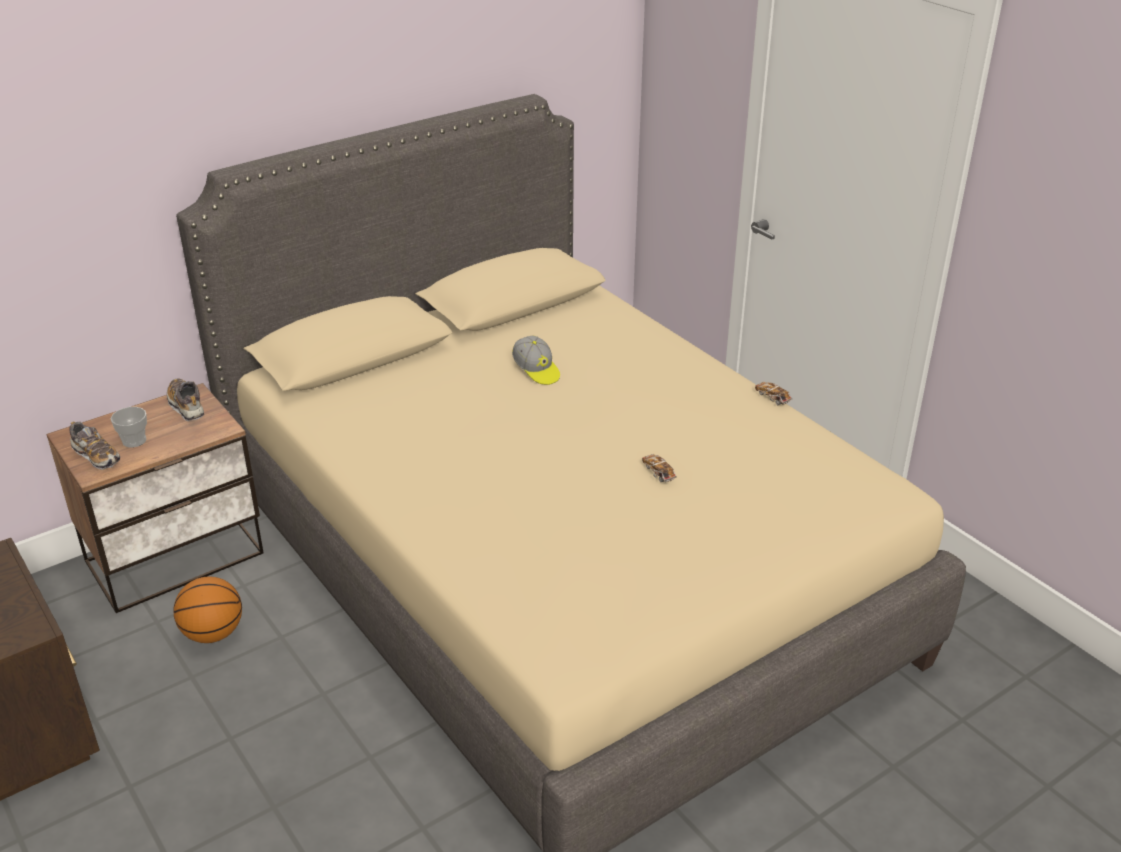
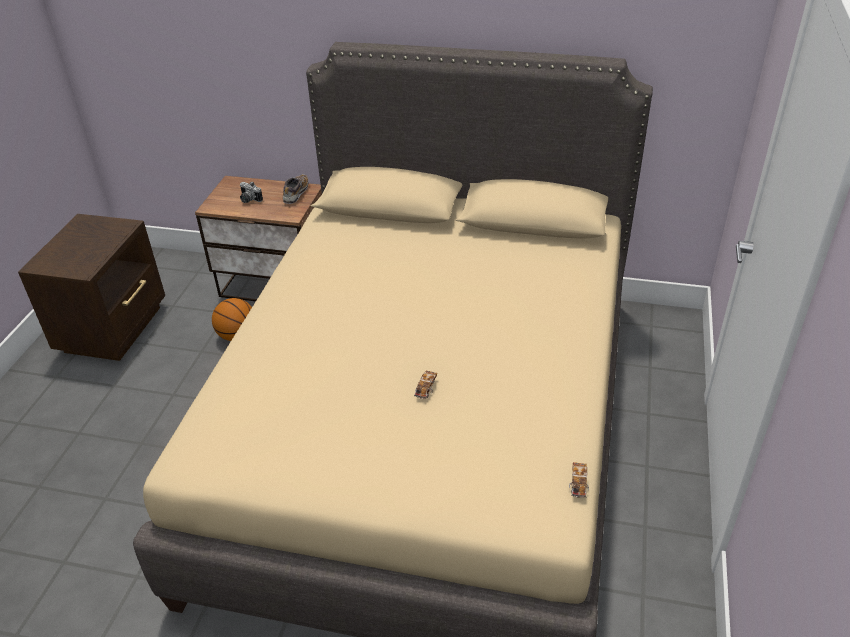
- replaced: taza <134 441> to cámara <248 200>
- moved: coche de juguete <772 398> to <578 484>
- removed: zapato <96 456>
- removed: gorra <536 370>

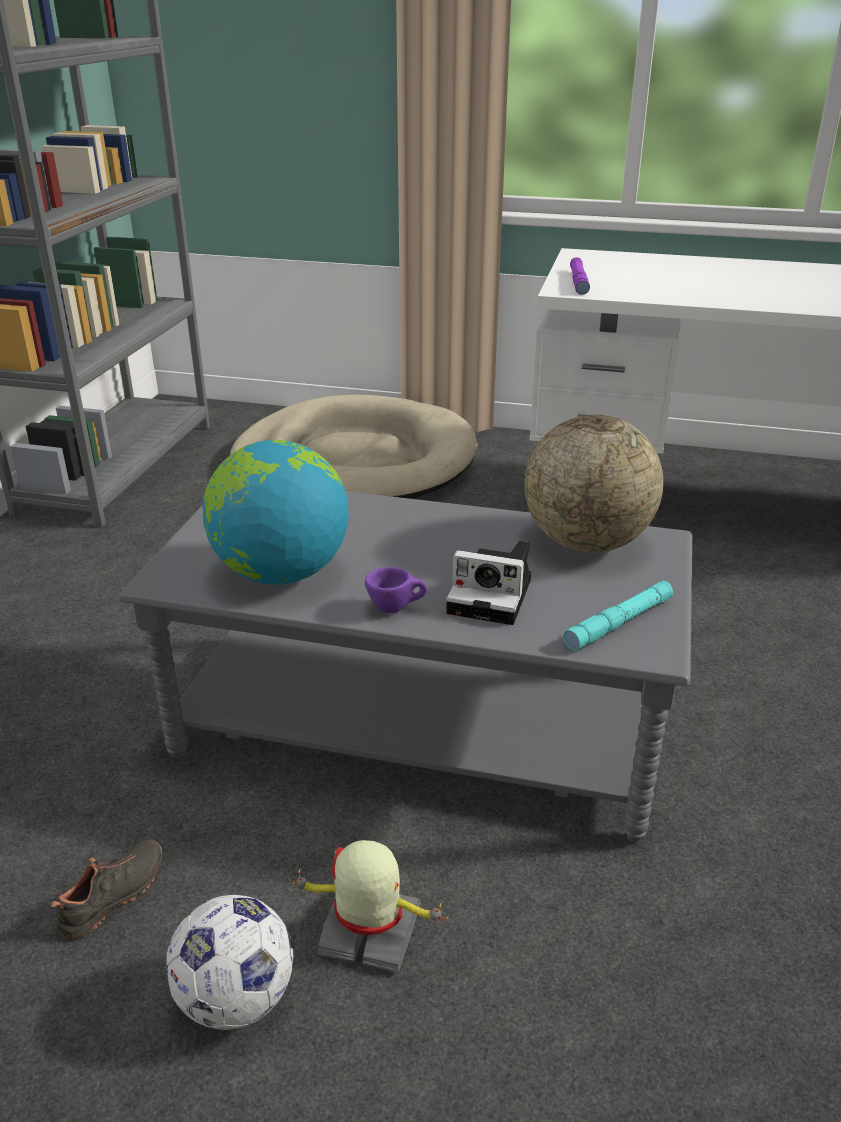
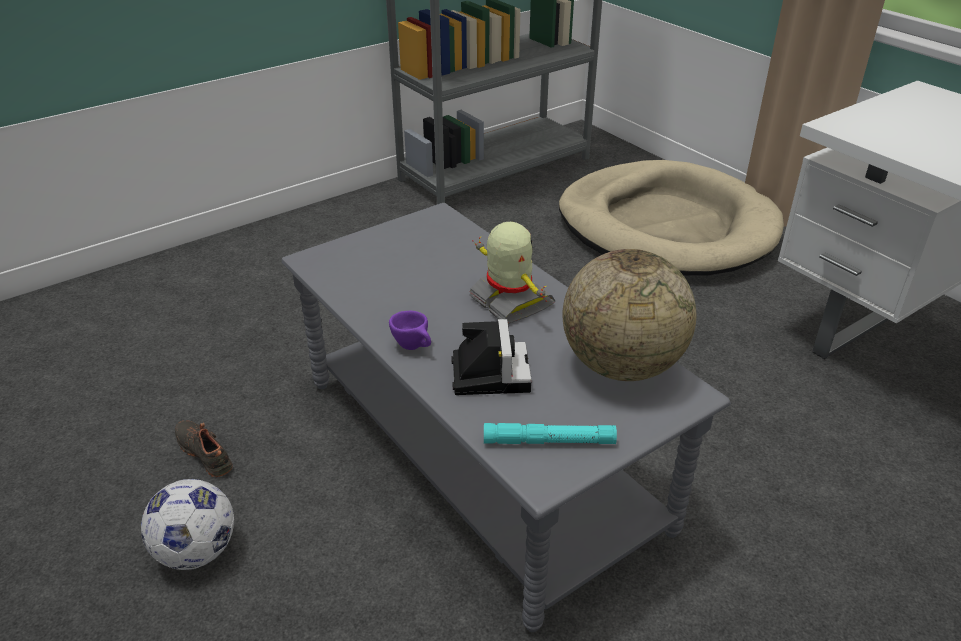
- turned: zapato (negro) <115 897> = <206 452> 120 degrees counterclockwise
- turned: cámara <493 596> = <489 372> 150 degrees counterclockwise
- moved: robot de juguete <370 933> to <510 302>
- removed: globo terráqueo <281 573>
- removed: linterna (morado) <578 282>

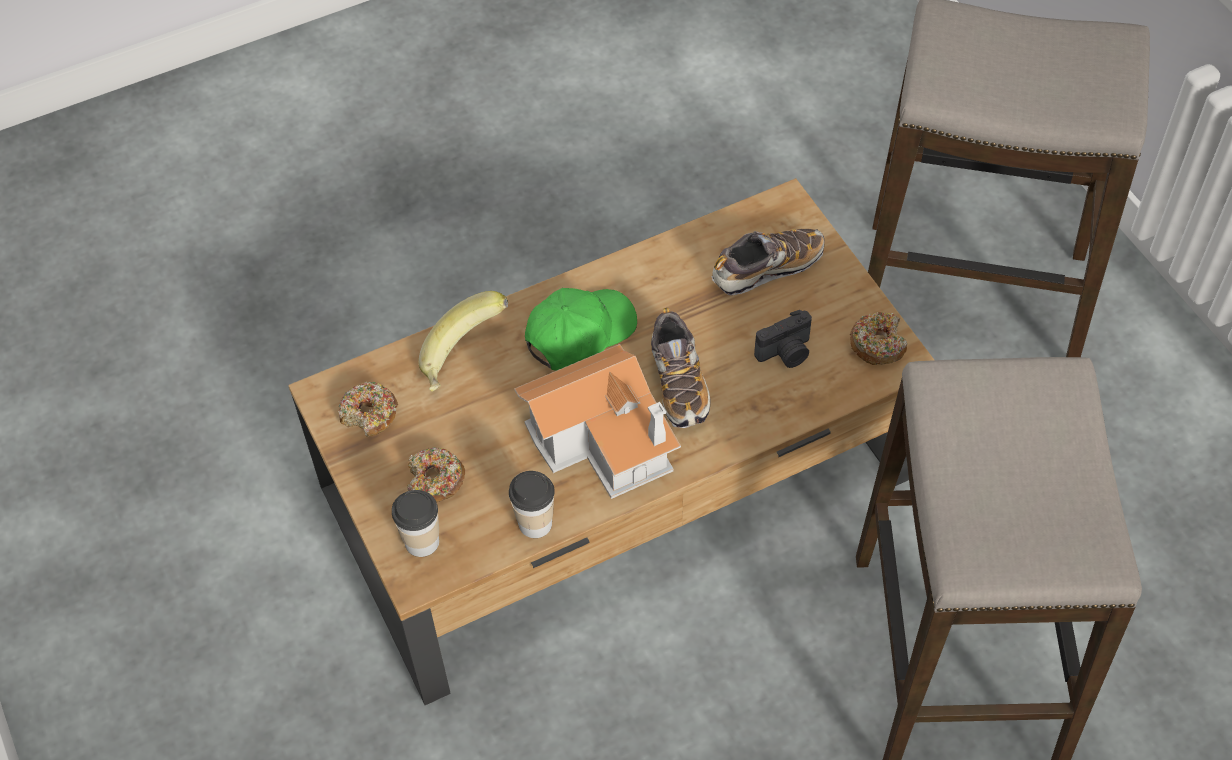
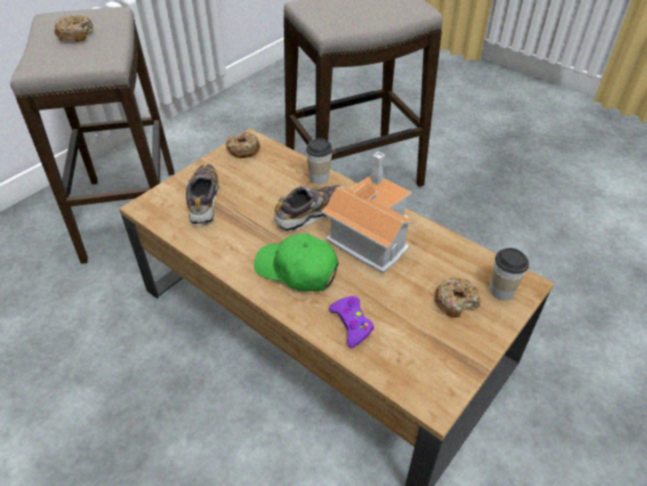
- moved: rosquilla <369 415> to <75 35>
- turned: zapato <766 269> = <204 201> 45 degrees clockwise
- moved: taza <535 523> to <319 178>
- replaced: plátano <465 359> to mando de consola (morado) <351 324>
- removed: cámara <786 353>

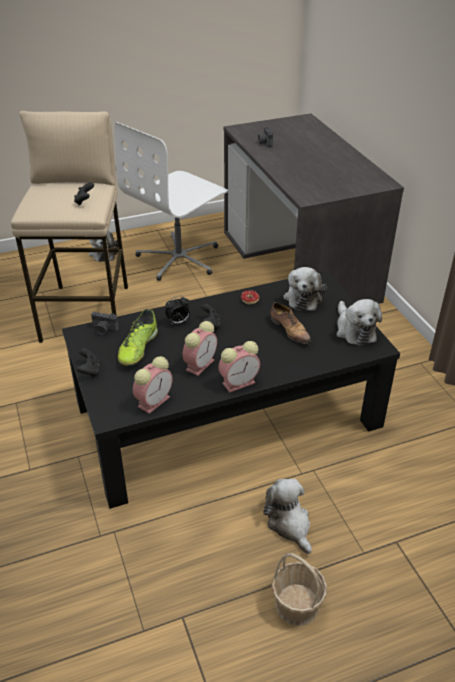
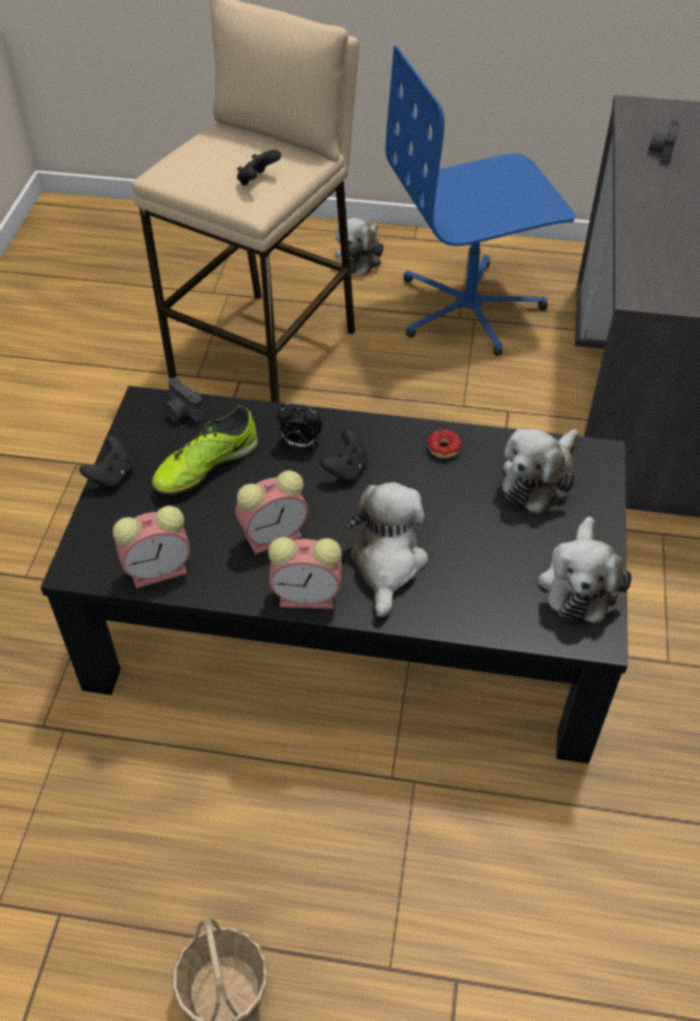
- moved: peluche <289 524> to <387 563>
- recoloured: silla de oficina (blanco) <180 258> to silla de oficina (azul) <469 309>
- removed: zapato <289 330>

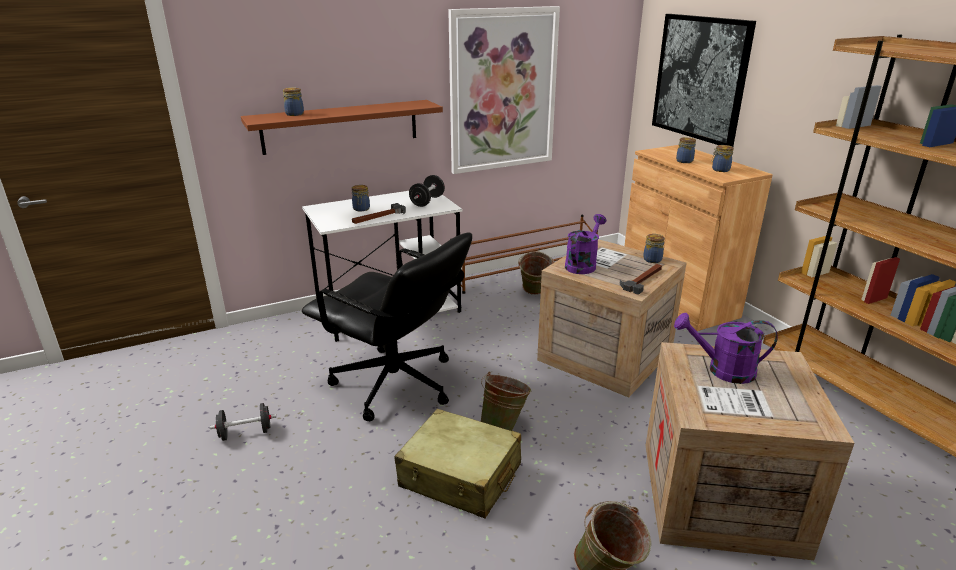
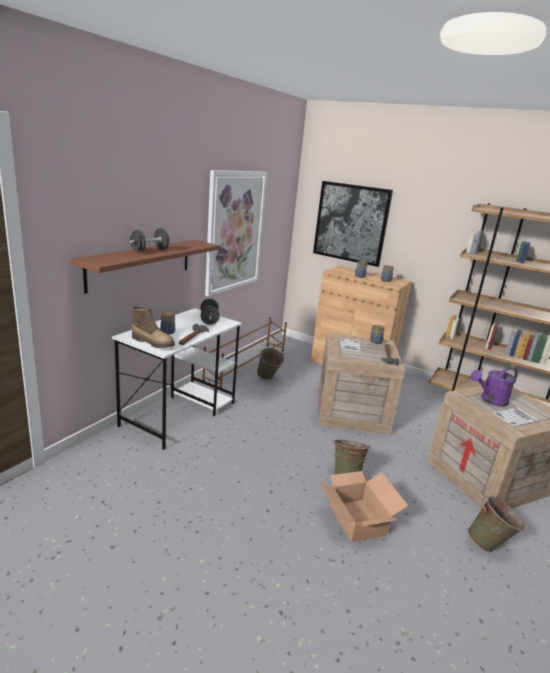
- moved: mancuerna (negro) <245 433> to <150 250>
- added: bota <153 343>
- replaced: maleta (beis) <460 476> to caja de cartón <357 519>
- removed: tarro <294 114>
- removed: silla de oficina (negro) <395 385>
- removed: regadera (morado) <582 264>

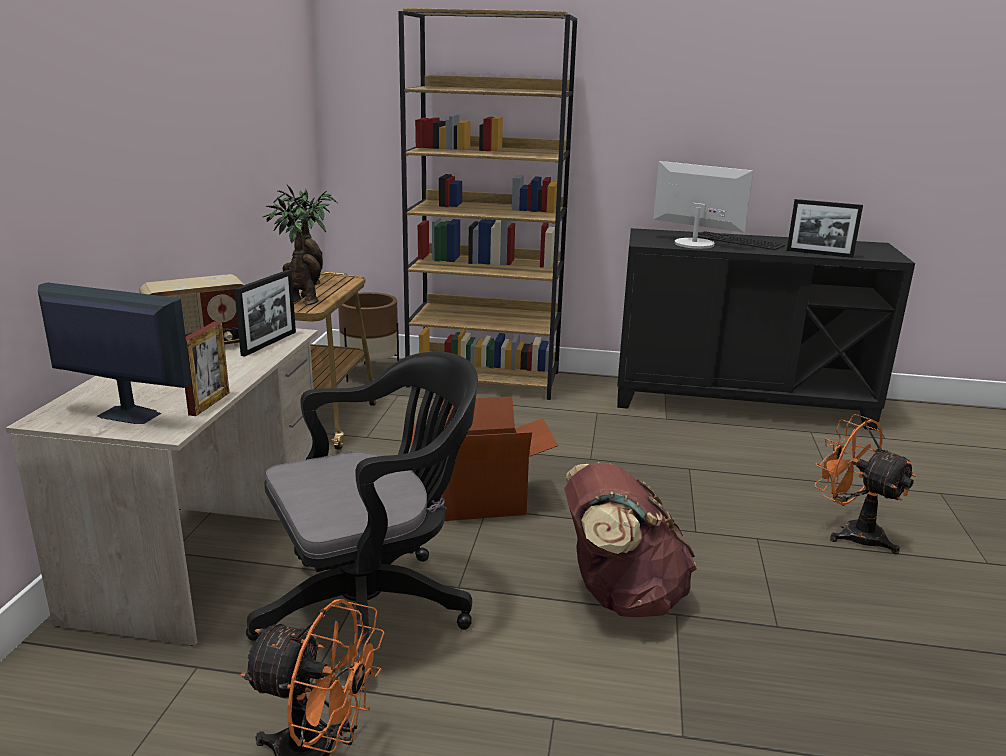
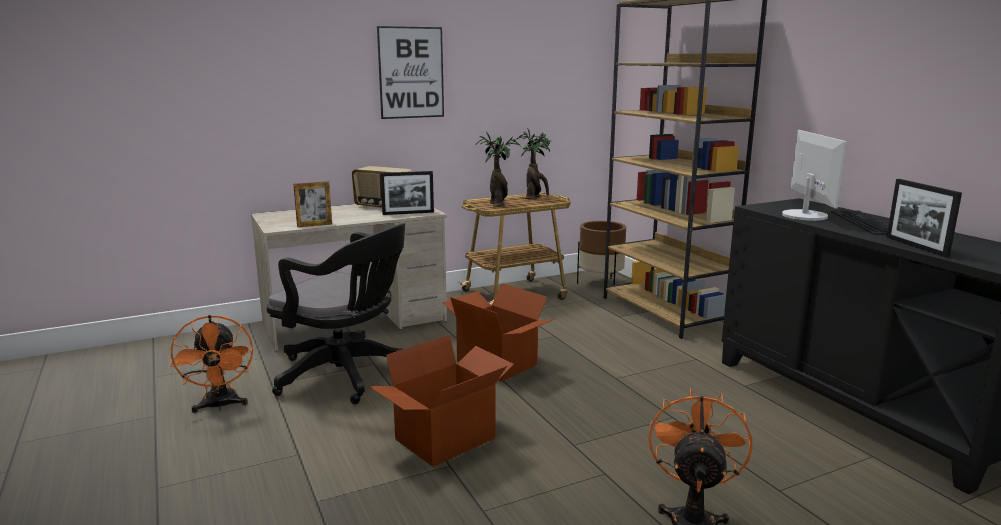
- replaced: mochila (marrón) <620 596> to caja de cartón <446 439>
- added: cuadro <411 73>
- removed: monitor <127 414>

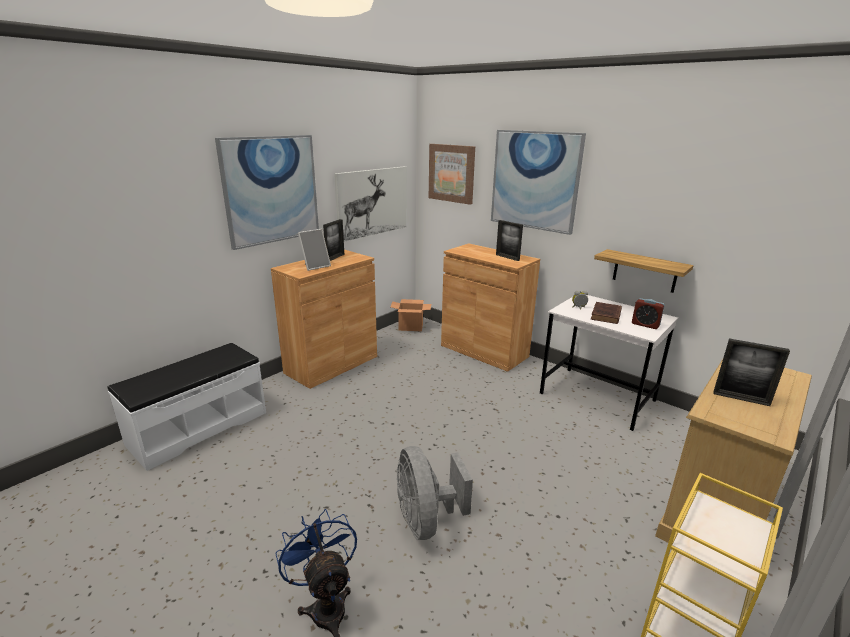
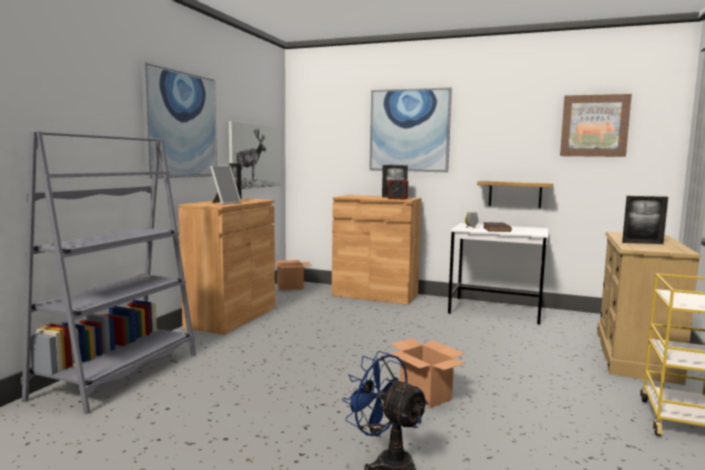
- replaced: banco (blanco) <198 428> to estantería (gris) <119 375>
- moved: despertador <645 325> to <397 199>
- replaced: ventilador (gris) <426 520> to caja de cartón <425 395>
- moved: cuadro <451 173> to <594 126>

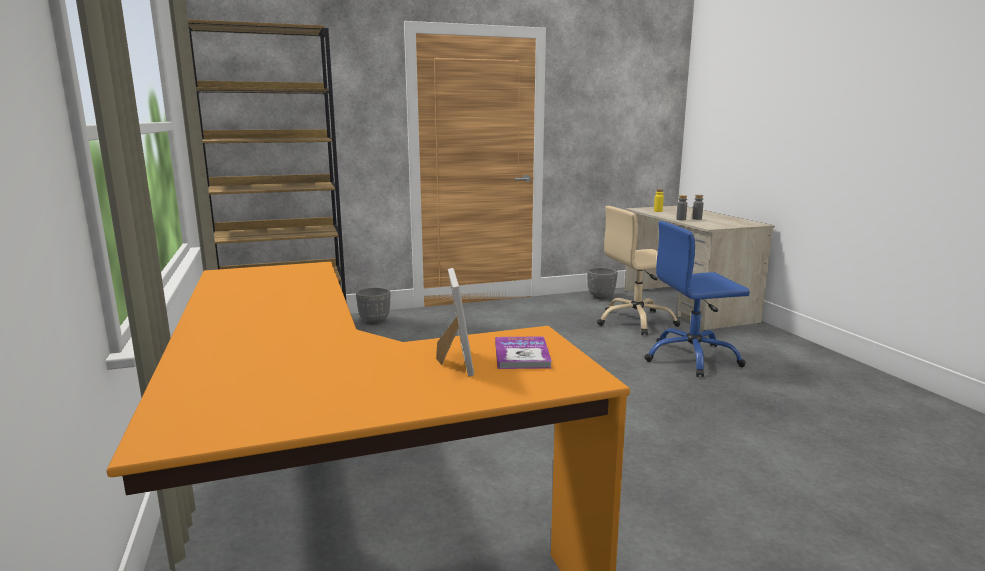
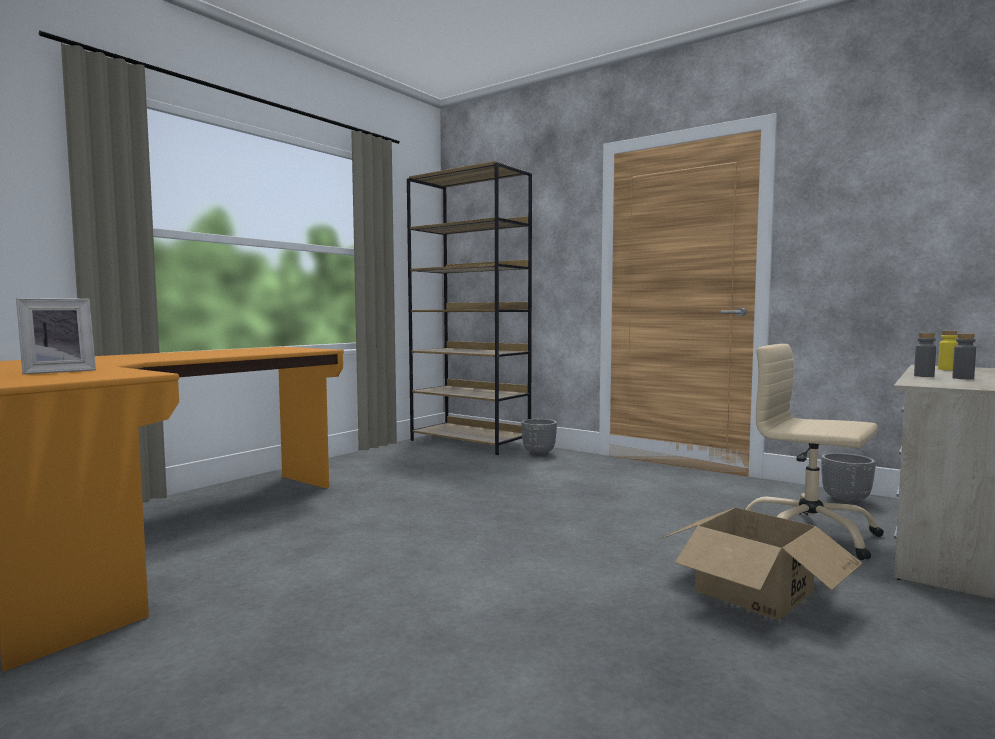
- replaced: silla de oficina (azul) <692 358> to caja de cartón <754 591>
- removed: libro <521 355>

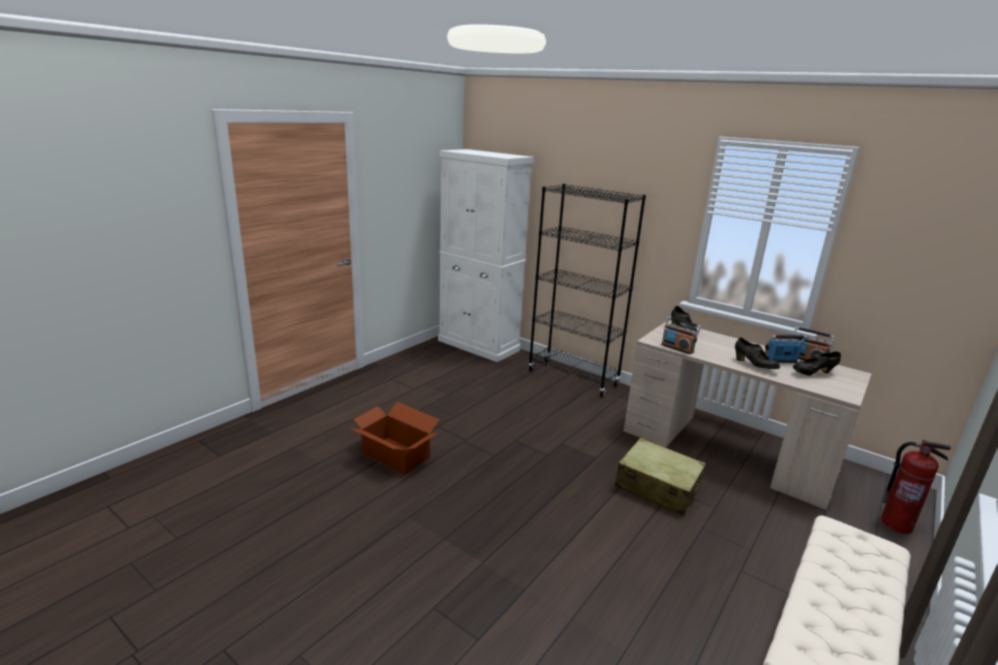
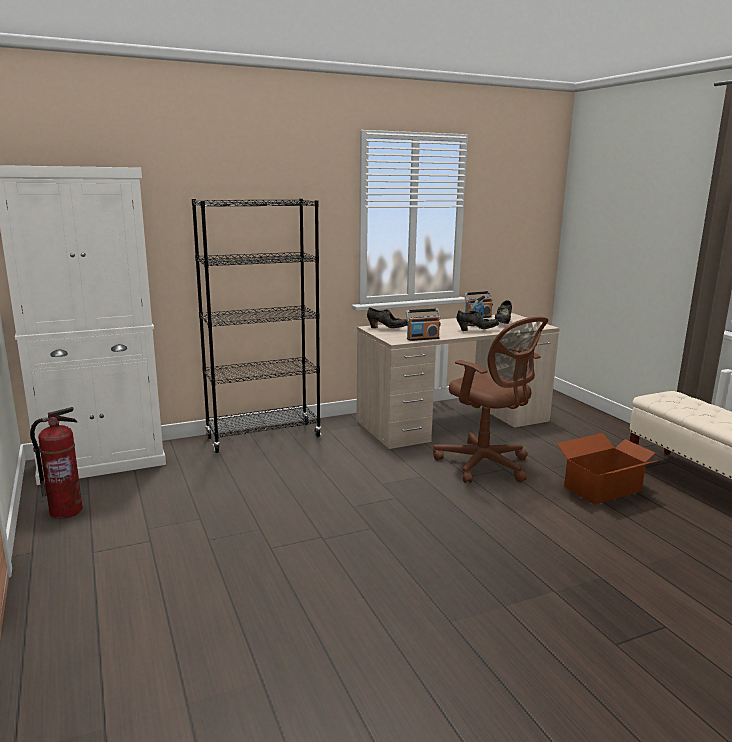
- moved: extintor <896 524> to <66 511>
- replaced: maleta (beis) <657 487> to silla de oficina (marrón) <485 465>
- moved: caja de cartón <395 456> to <603 489>

